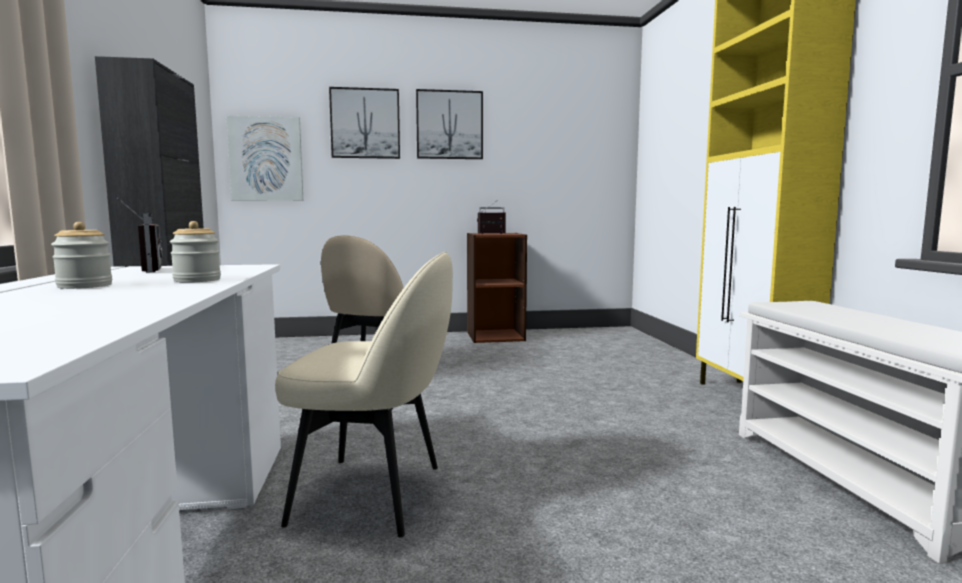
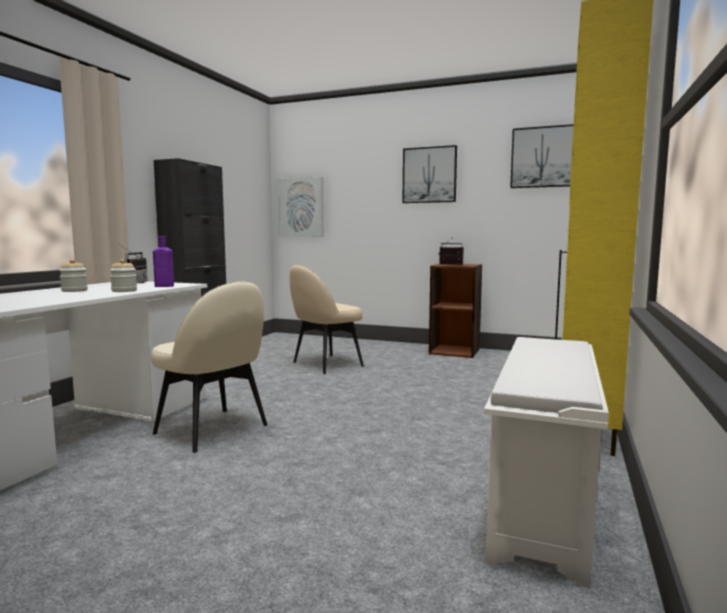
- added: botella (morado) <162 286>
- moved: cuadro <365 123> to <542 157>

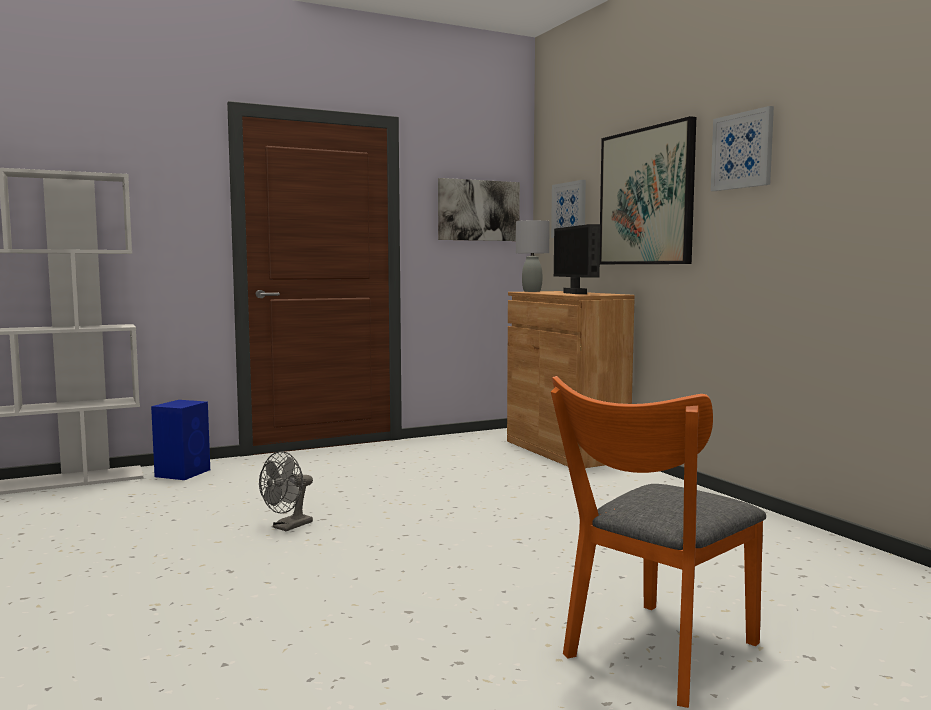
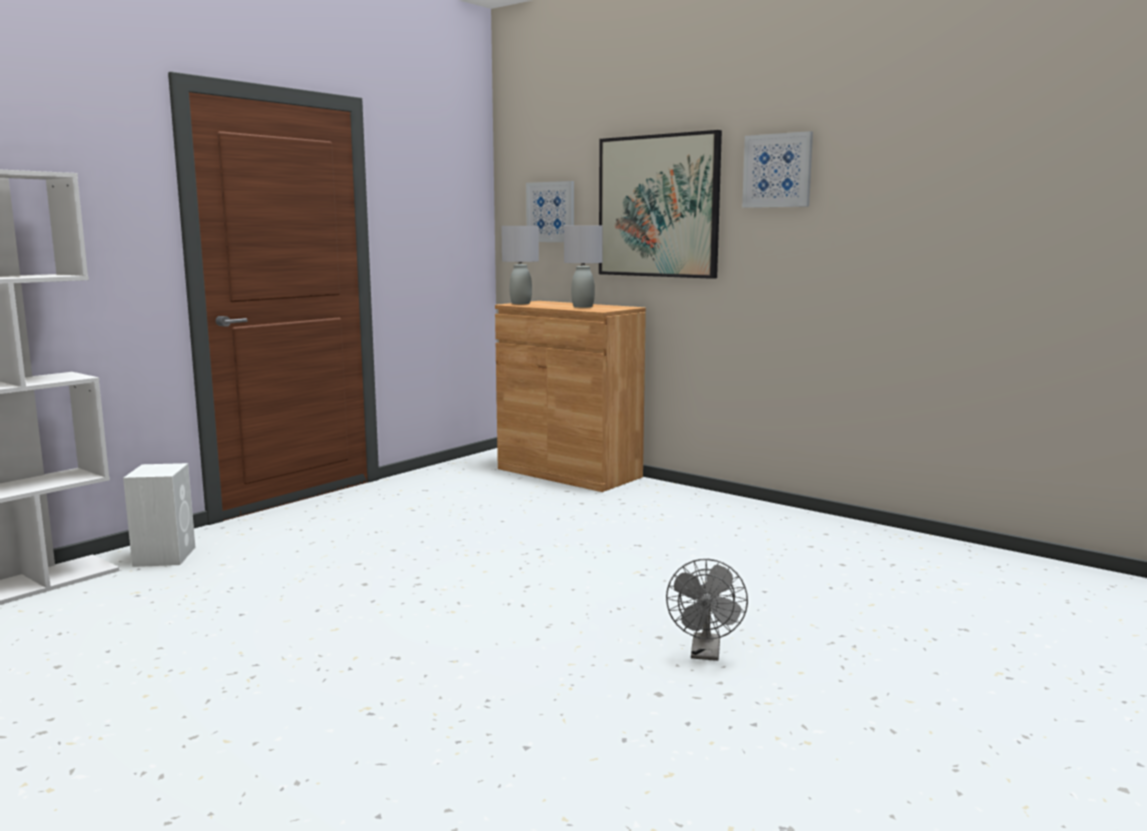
- recoloured: altavoz (azul) <183 473> to altavoz (blanco) <165 556>
- replaced: monitor <576 293> to lámpara de mesa (gris) <583 306>
- moved: ventilador (gris) <288 527> to <706 653>
- removed: cuadro <478 210>
- removed: silla (naranja) <655 655>

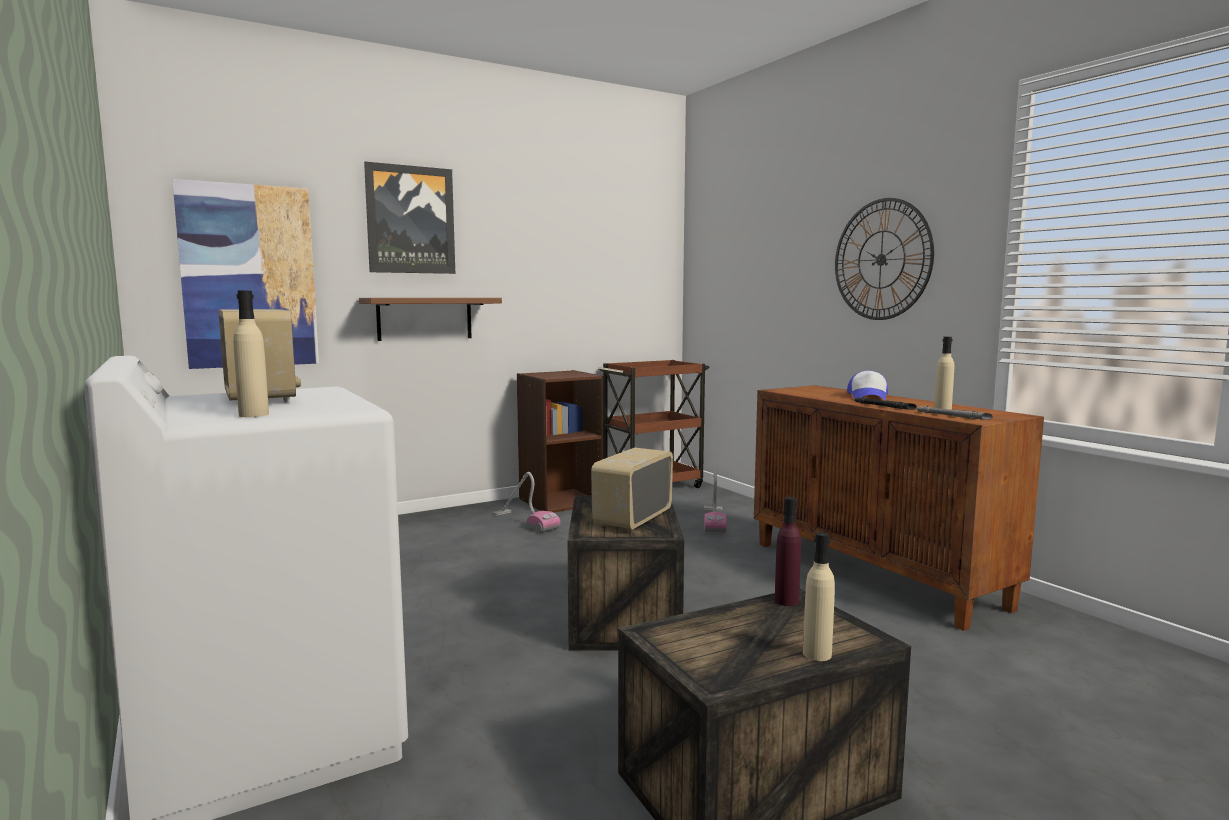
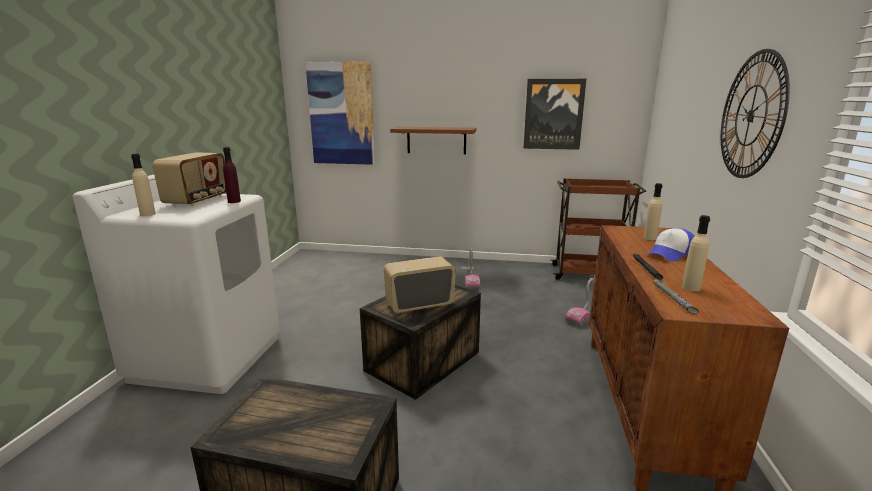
- moved: botella (morado) <786 601> to <234 201>
- moved: cuadro <410 220> to <553 114>
- moved: botella (beis) <817 654> to <650 238>
- removed: estantería (marrón) <560 501>

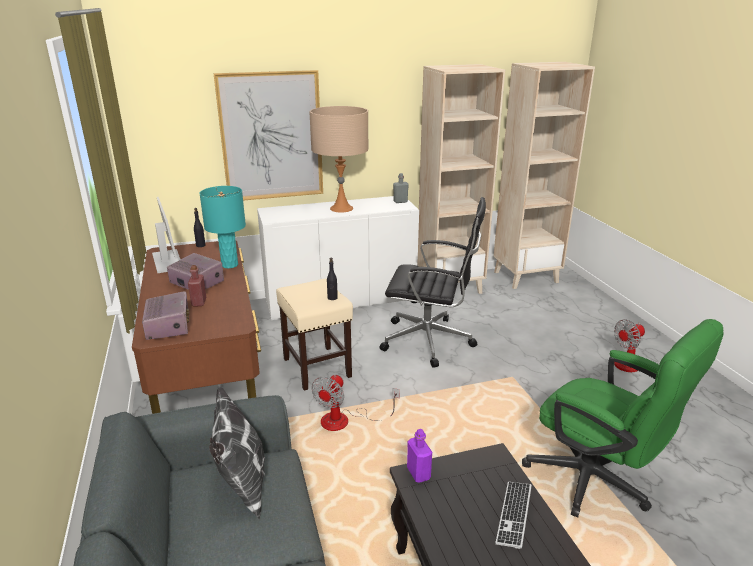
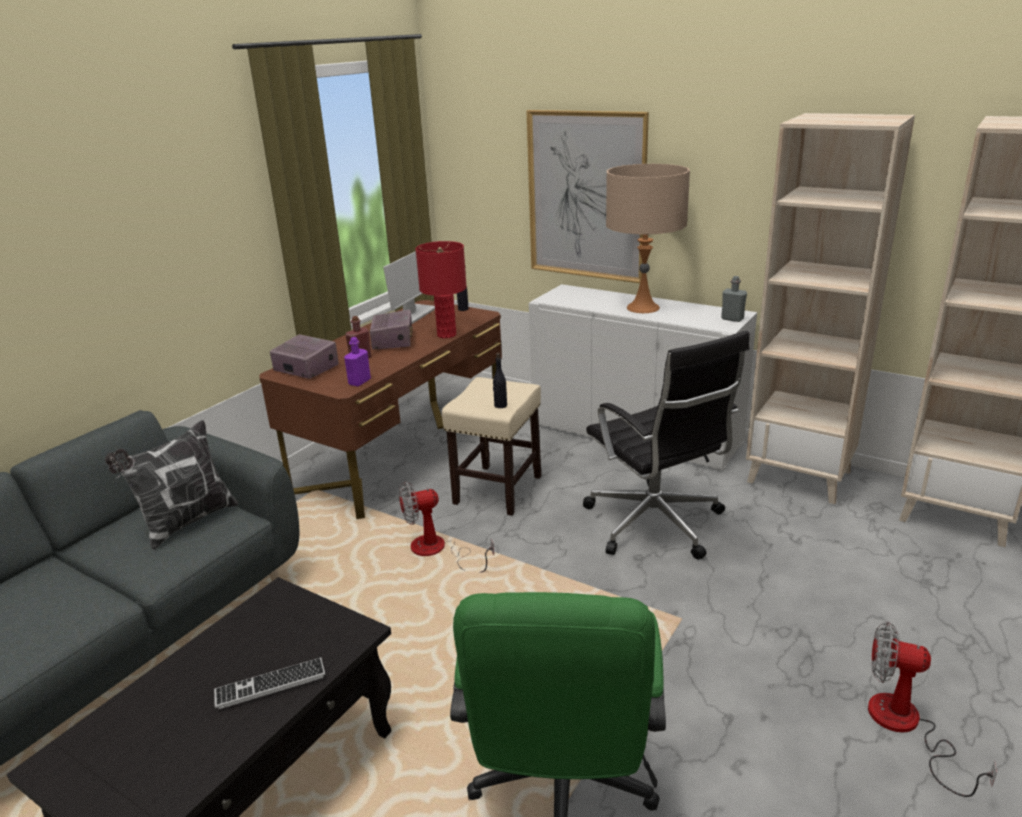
- turned: radio <168 326> = <306 368> 90 degrees counterclockwise
- moved: botella (morado) <418 473> to <359 382>
- recoloured: lámpara de mesa (turquesa) <230 265> to lámpara de mesa (rojo) <447 335>

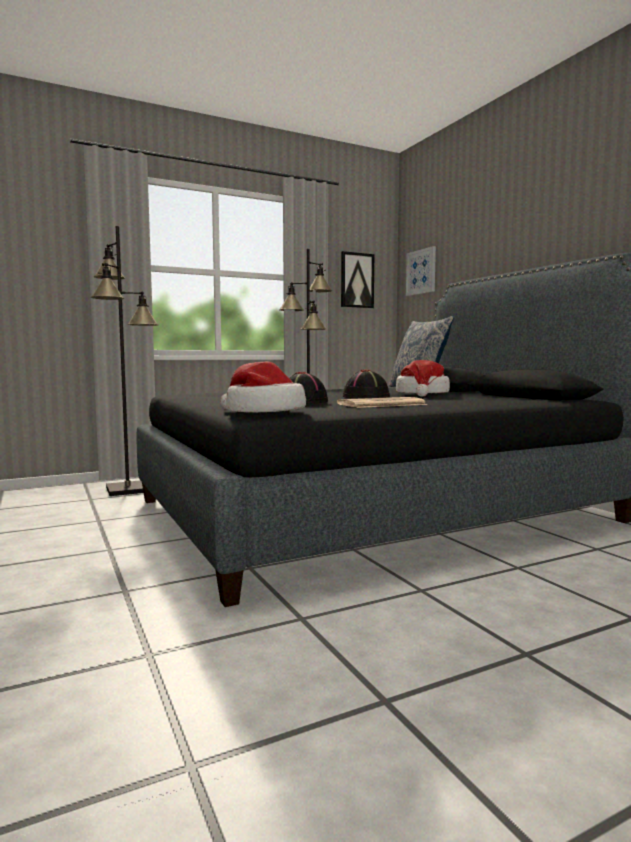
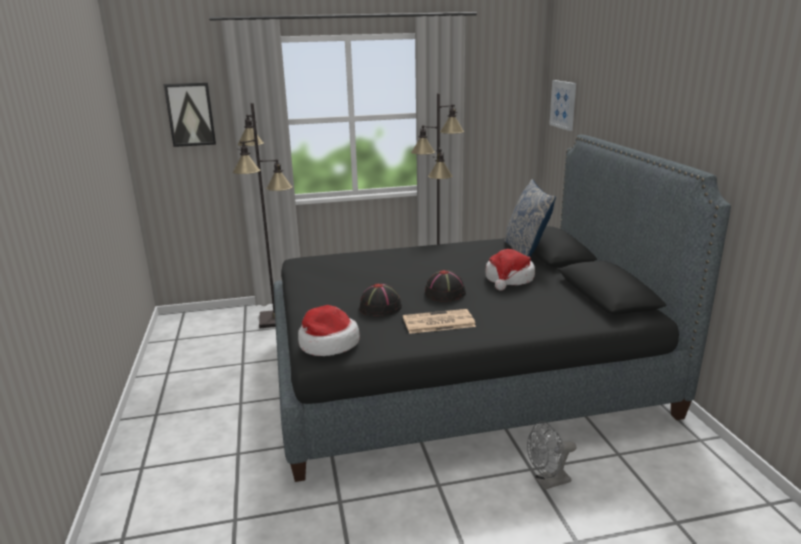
- moved: cuadro <357 280> to <190 114>
- added: ventilador (gris) <548 482>

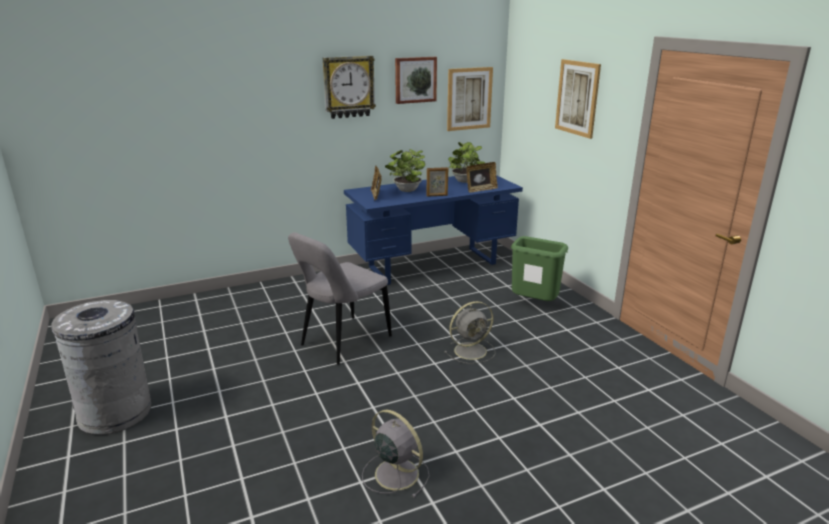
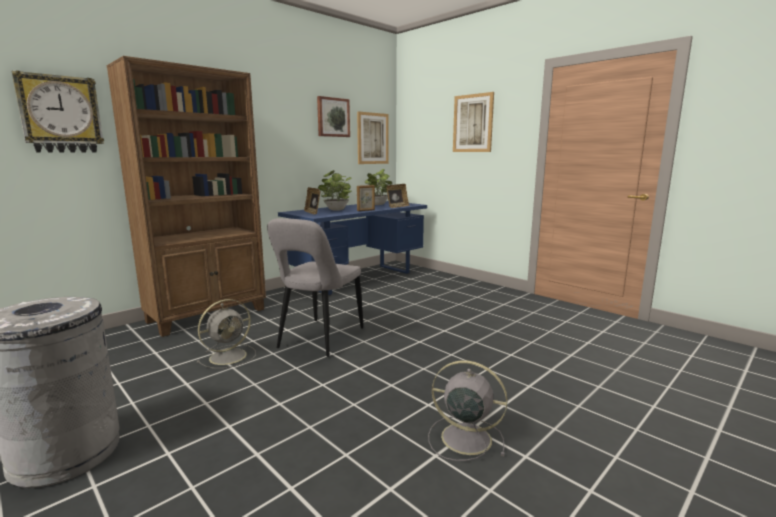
- moved: reloj de pared <348 87> to <60 114>
- added: estantería (marrón) <208 315>
- moved: ventilador (gris) <471 350> to <229 356>
- removed: papelera (verde) <534 304>

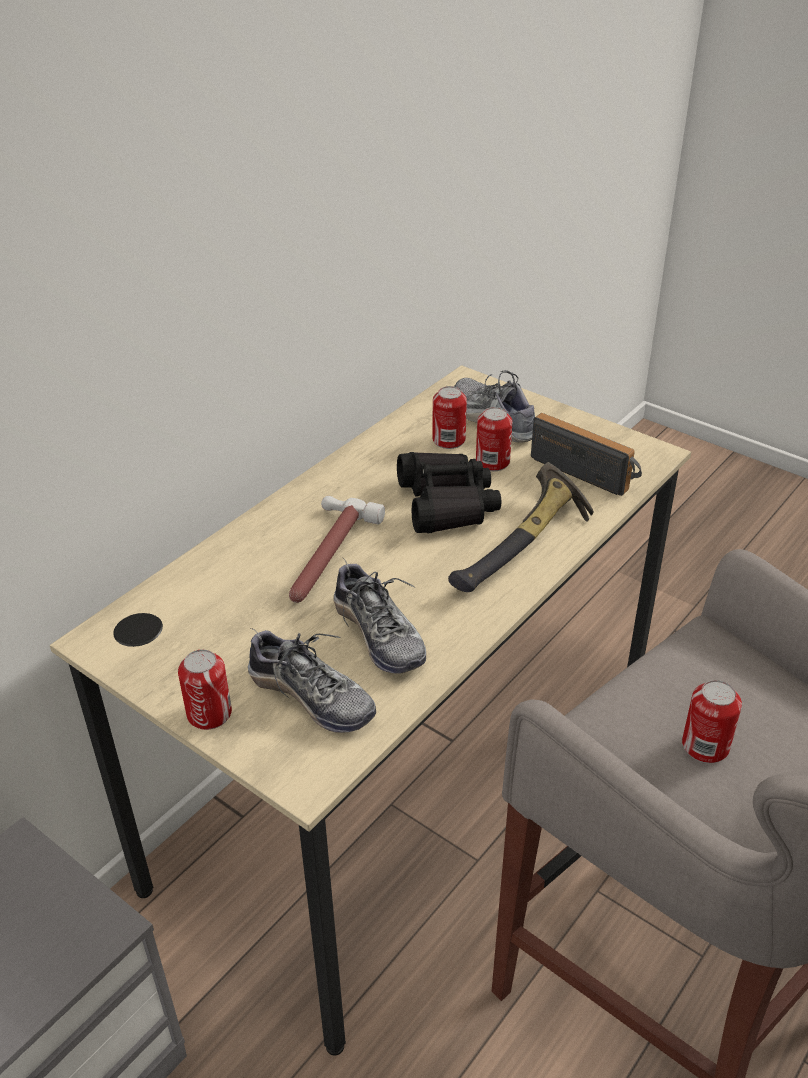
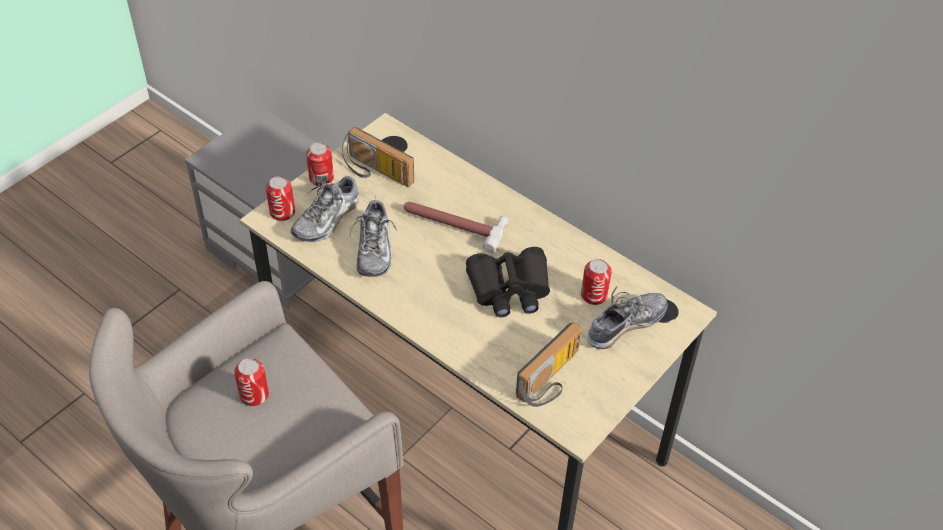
- moved: lata <492 462> to <282 212>
- added: radio <375 172>
- turned: zapato <379 635> = <375 249> 60 degrees counterclockwise
- removed: martillo <525 546>

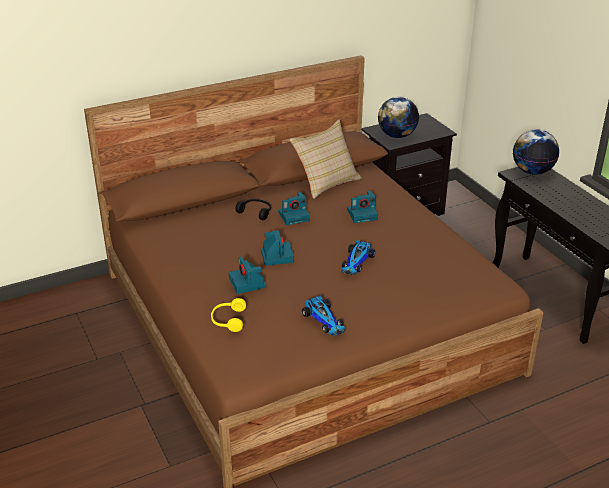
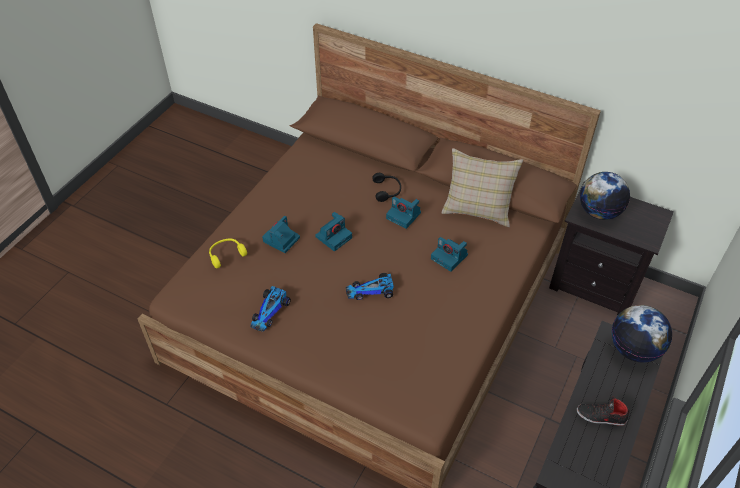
- added: zapato (negro) <601 416>

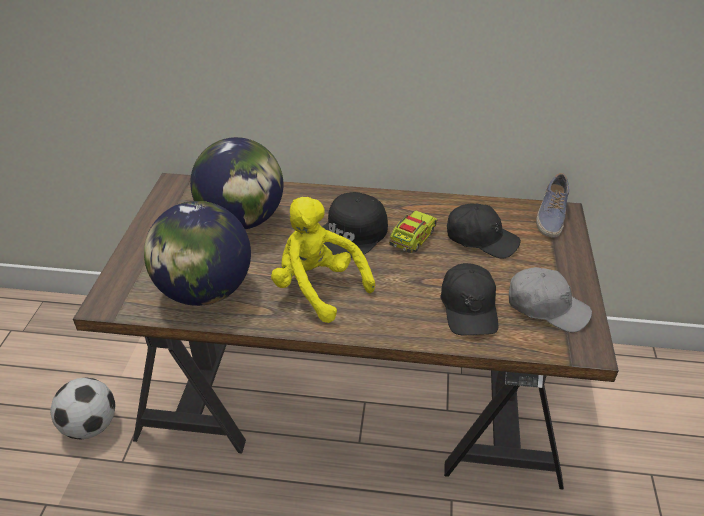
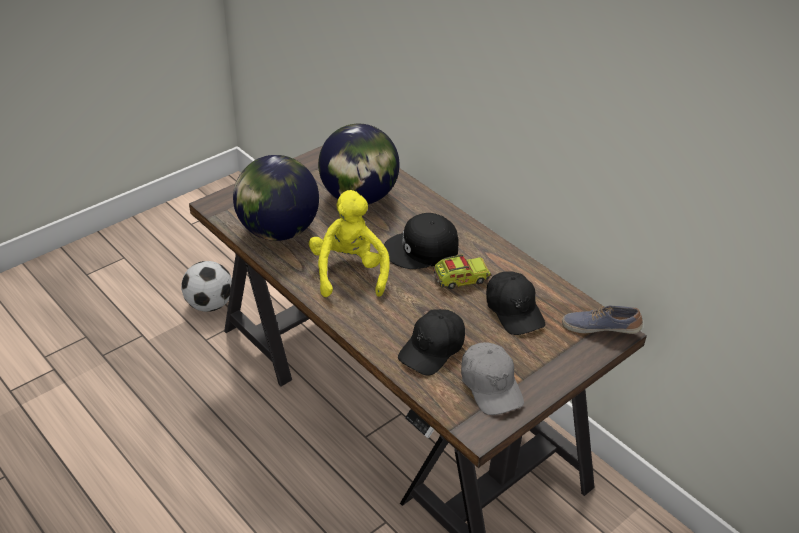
- turned: zapato <550 216> = <600 328> 45 degrees clockwise

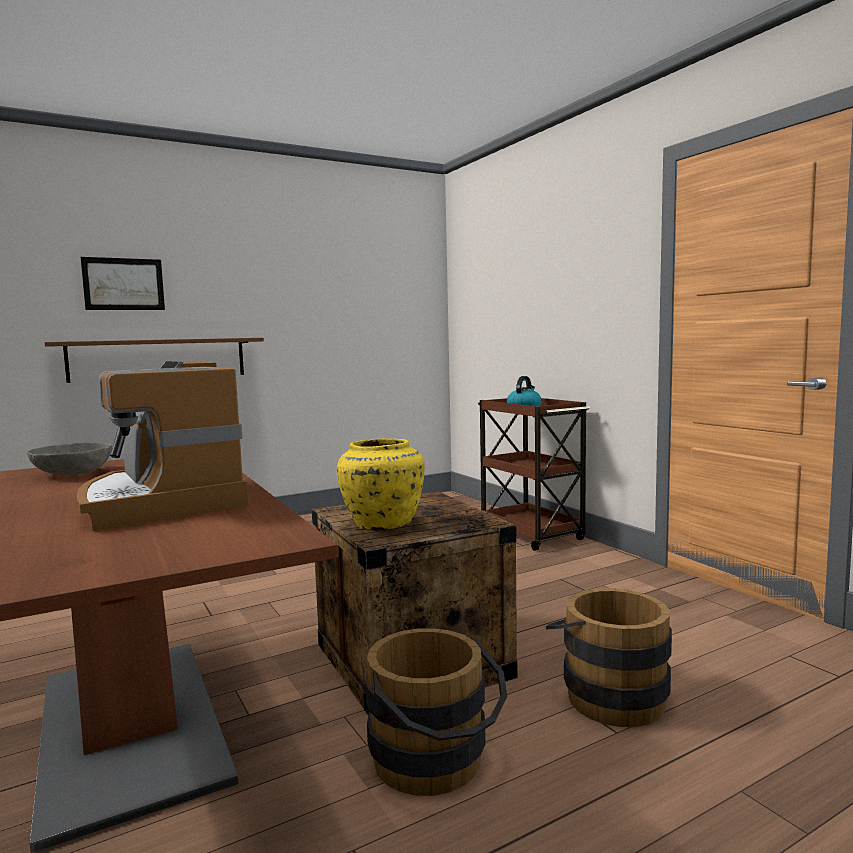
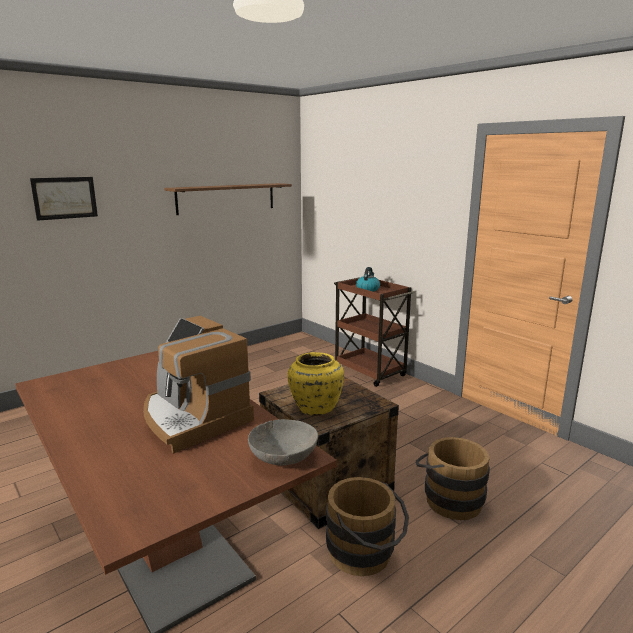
- moved: estante (marrón) <159 359> to <226 198>
- moved: cuenco (gris) <73 473> to <283 457>

